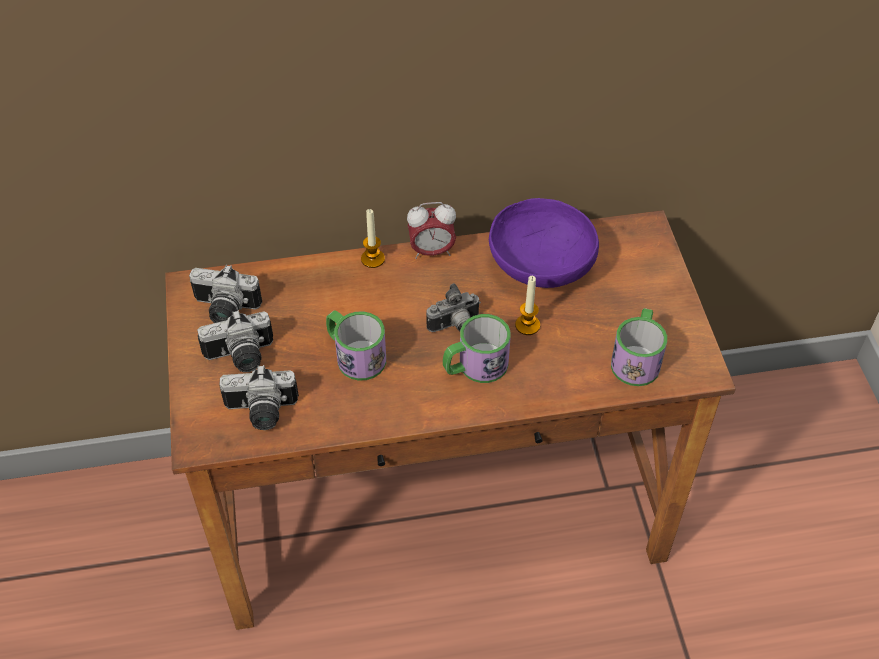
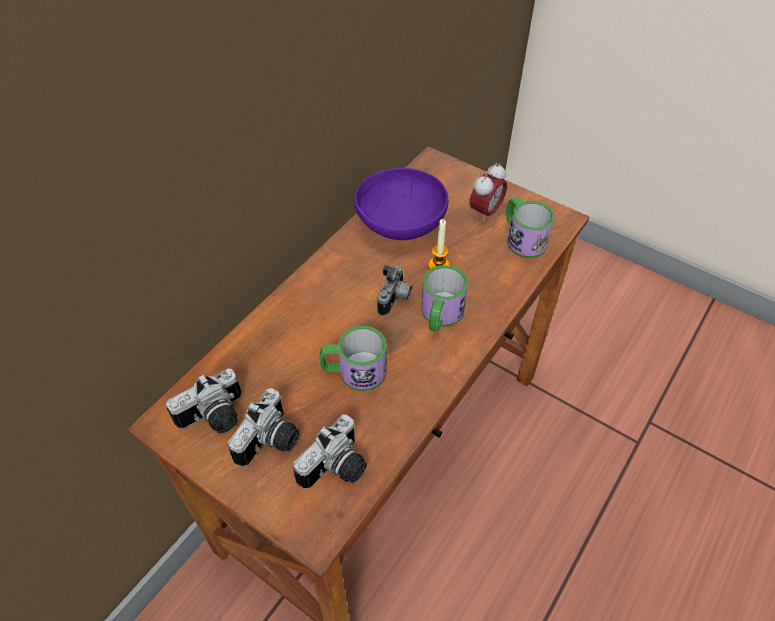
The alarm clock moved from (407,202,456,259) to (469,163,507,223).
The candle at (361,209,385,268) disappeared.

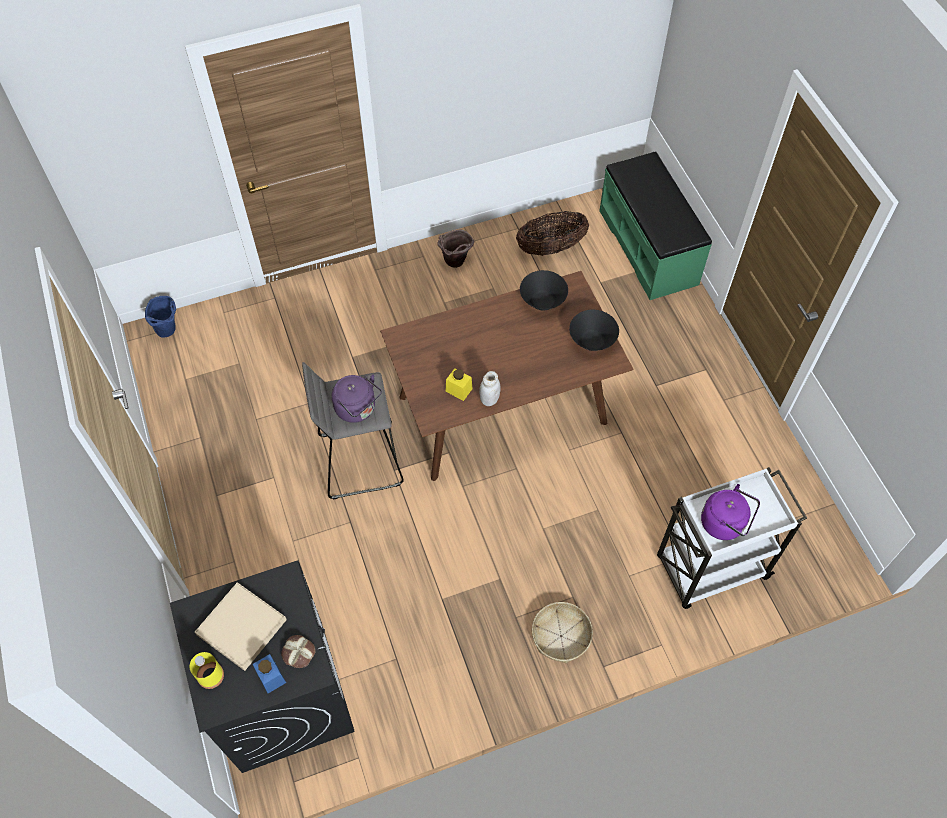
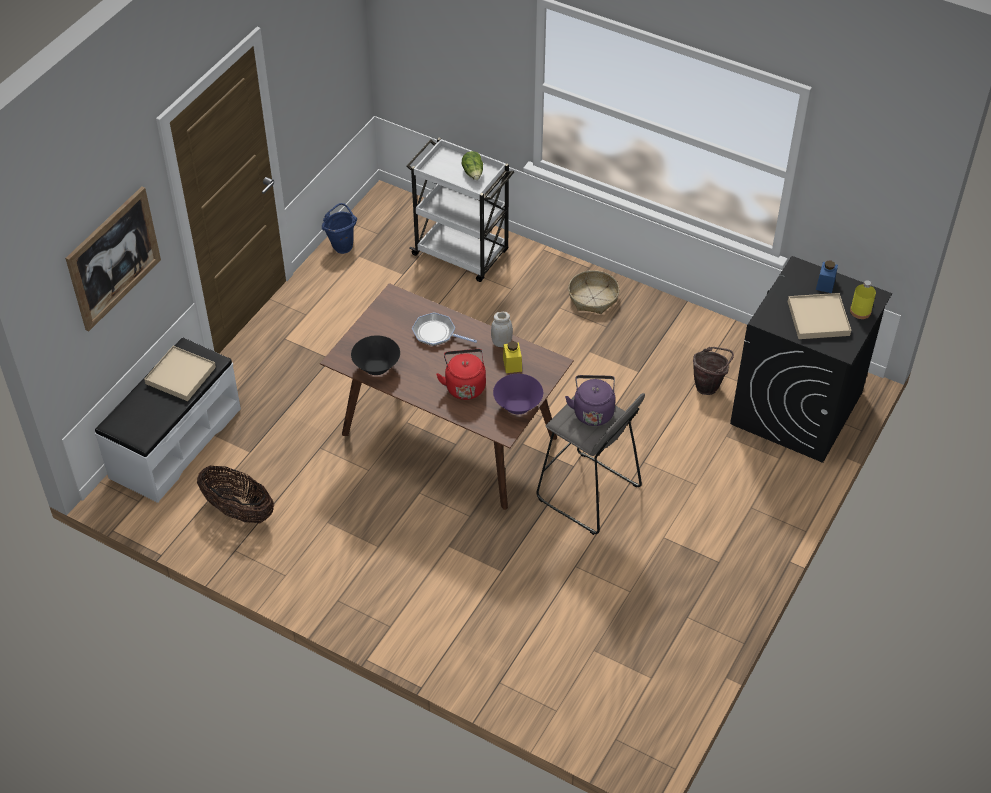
The bench (green) at (599,151,712,300) became the bench (white) at (95,338,241,503).
The bucket (brown) moved from (437,230,474,268) to (693,347,734,395).
The bucket (blue) moved from (145,296,176,338) to (322,203,357,254).
The bowl (black) at (569,310,619,351) disappeared.
The kettle (purple) at (701,484,760,540) was replaced by the lettuce at (462,151,483,180).
The bread at (281,635,316,668) disappeared.
The picture at (65,186,161,331) appeared.
The frying pan at (412,312,477,346) appeared.
The tray (beige) at (144,346,216,401) appeared.
The kettle (red) at (436,349,486,400) appeared.
The bowl (purple) at (493,374,543,414) appeared.

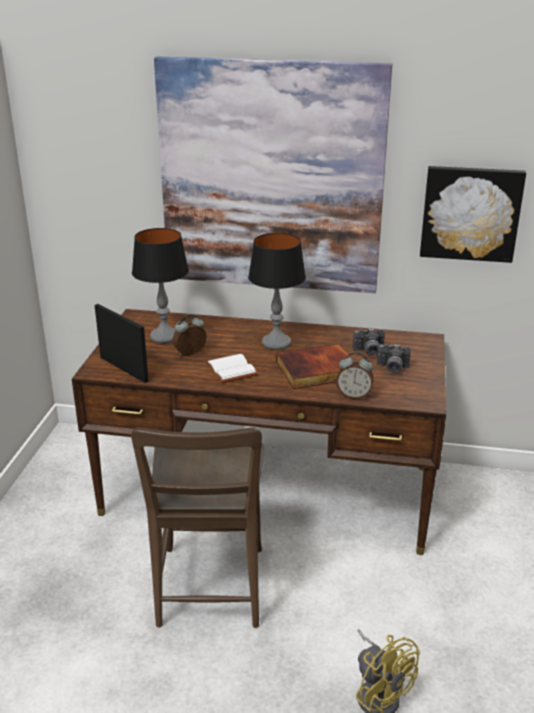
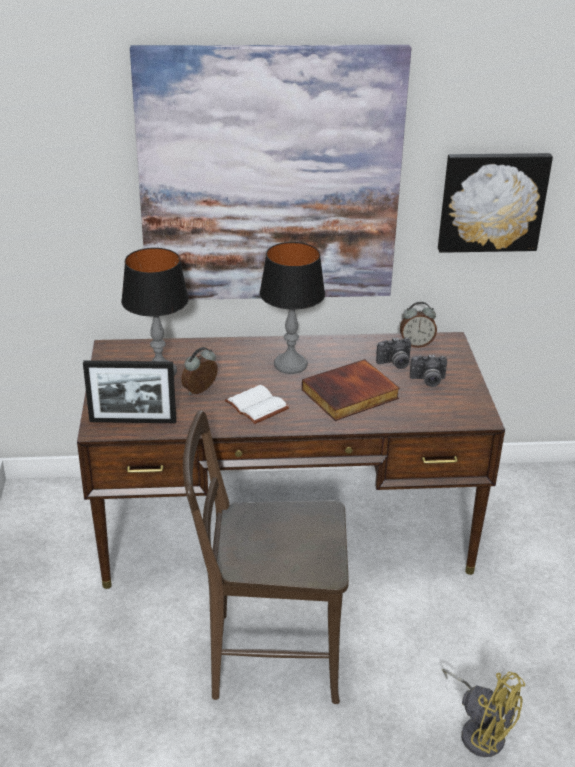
The picture frame at (95,304,149,383) turned 150 degrees clockwise.
The alarm clock moved from (336,352,374,399) to (400,302,437,348).
The chair (brown) at (131,427,264,628) turned 105 degrees clockwise.

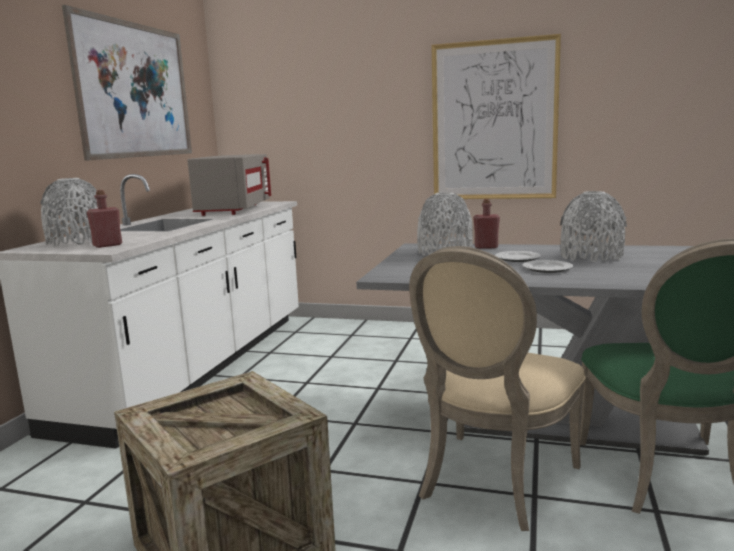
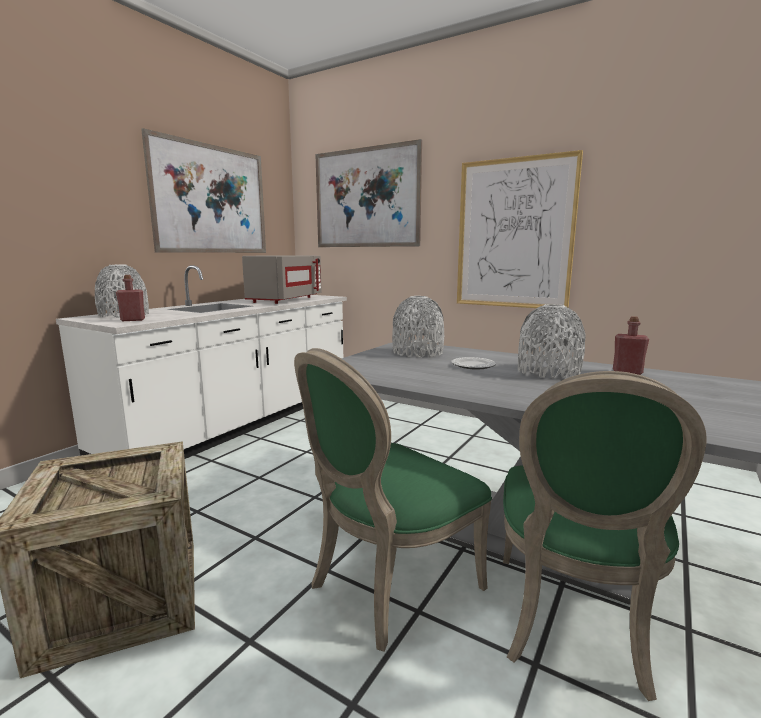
The bottle (red) moved from (473,199,500,249) to (613,316,649,375).
The chair (beige) at (409,246,586,531) became the chair (green) at (294,348,492,652).
The plate at (523,260,573,273) disappeared.
The picture at (315,139,422,247) appeared.

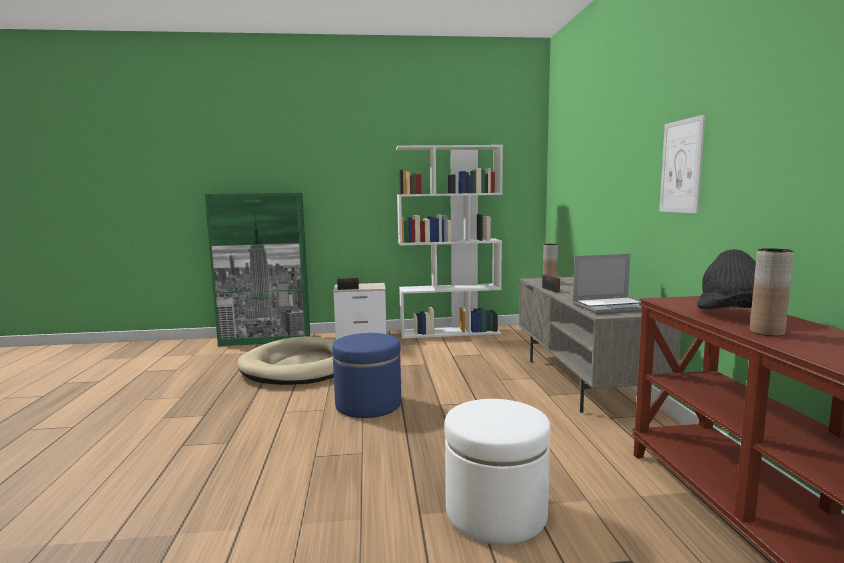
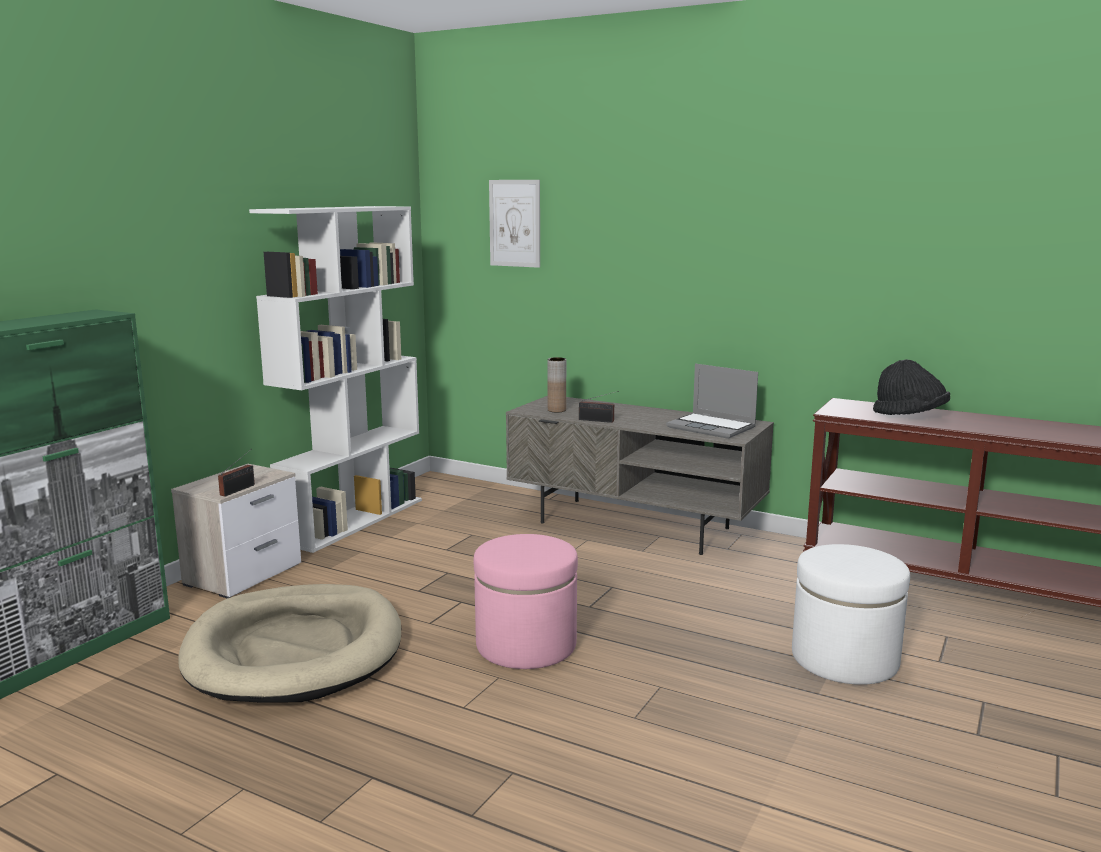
The picture moved from (659,115,705,213) to (489,180,540,268).
The vase (brown) at (750,248,794,336) disappeared.
The laptop at (573,254,642,314) turned 105 degrees clockwise.
The ottoman (blue) at (332,333,401,418) became the ottoman (pink) at (474,534,578,669).

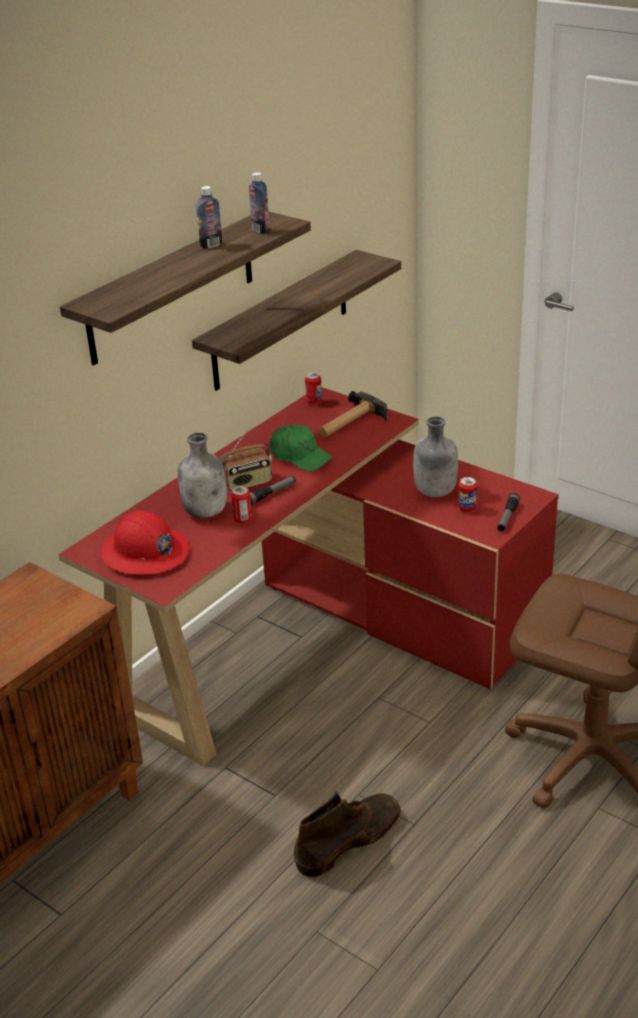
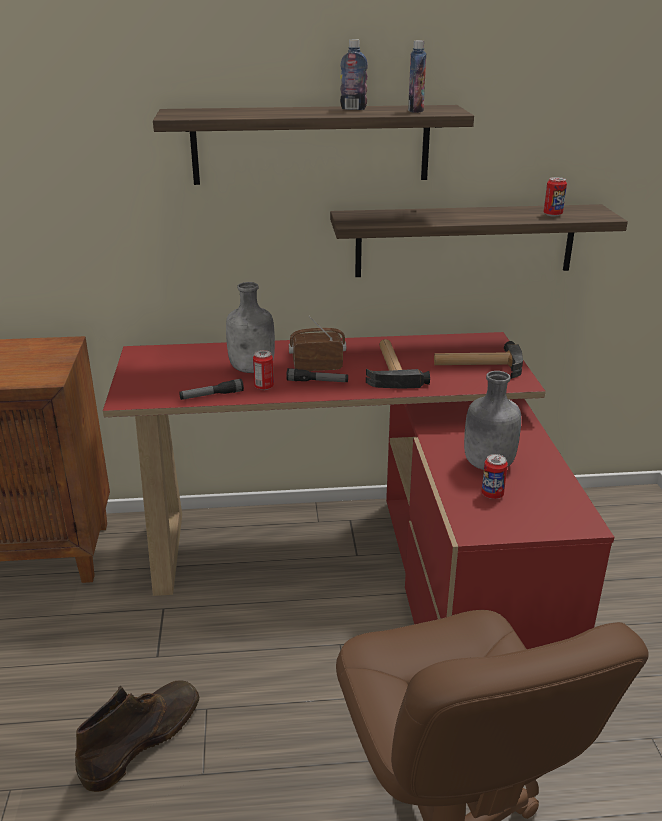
The can moved from (305,372,322,405) to (544,177,567,217).
The cap (green) at (269,424,333,472) was replaced by the hammer at (366,339,430,389).
The radio at (219,429,272,491) turned 150 degrees clockwise.
The flashlight moved from (497,493,520,532) to (179,379,244,400).
The hard hat (red) at (101,511,189,575) disappeared.
The boot (brown) at (294,791,401,877) turned 60 degrees counterclockwise.

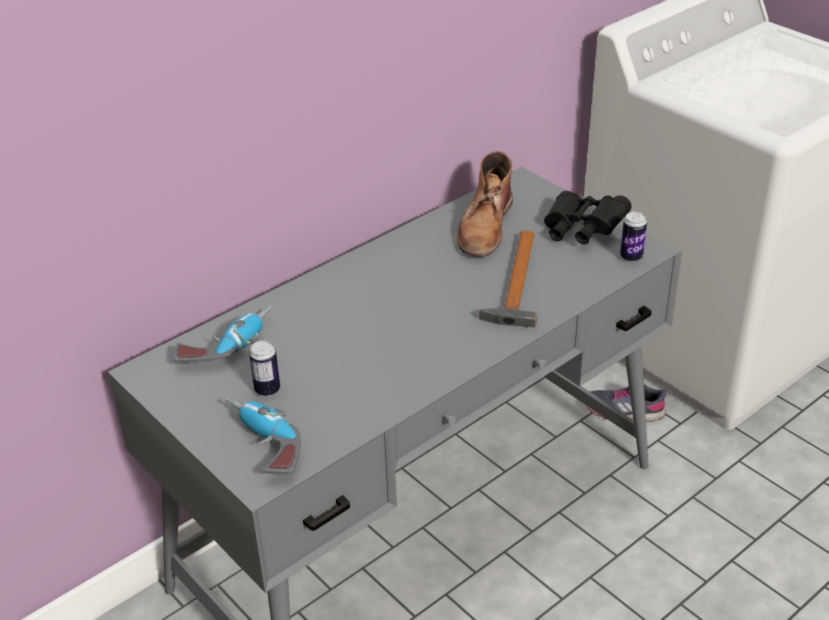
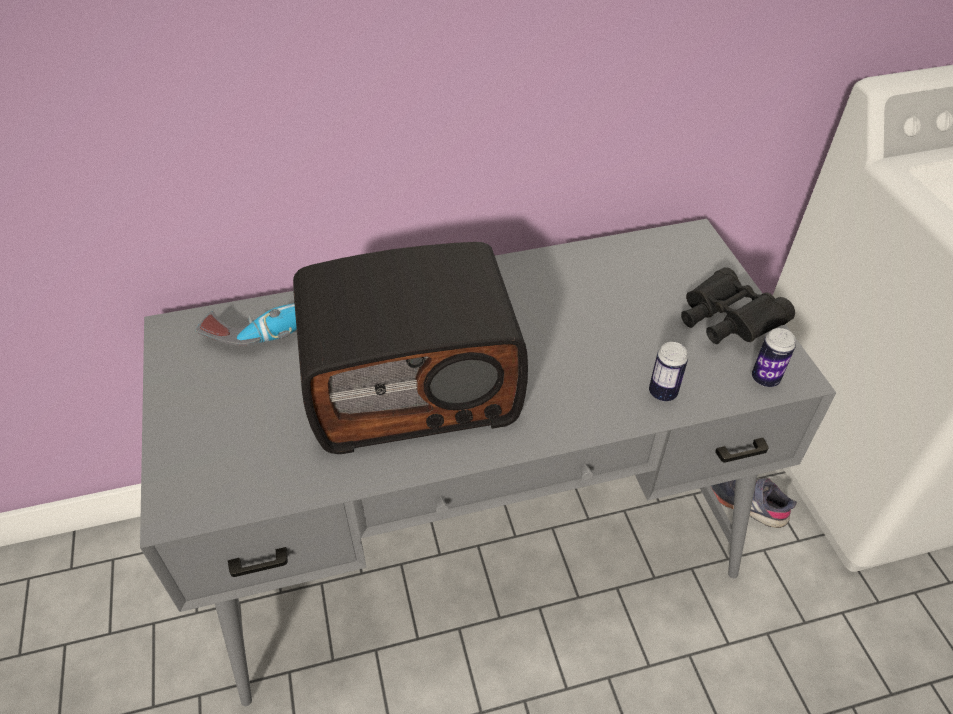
The boot (brown) at (457,151,513,257) disappeared.
The hammer at (479,230,537,327) disappeared.
The can moved from (249,341,280,396) to (649,342,688,401).
The power drill at (226,397,301,474) disappeared.
The radio at (293,242,528,454) appeared.

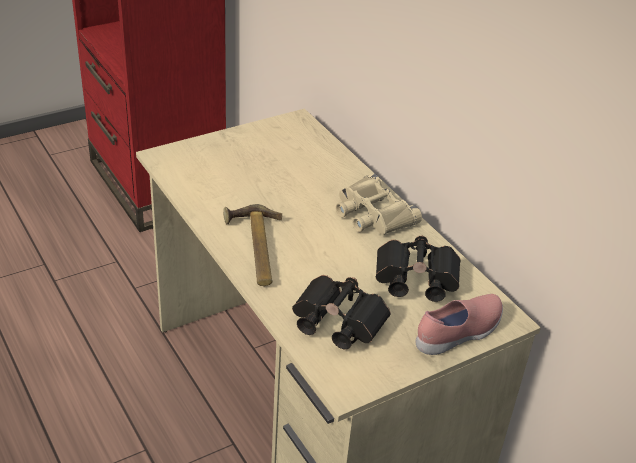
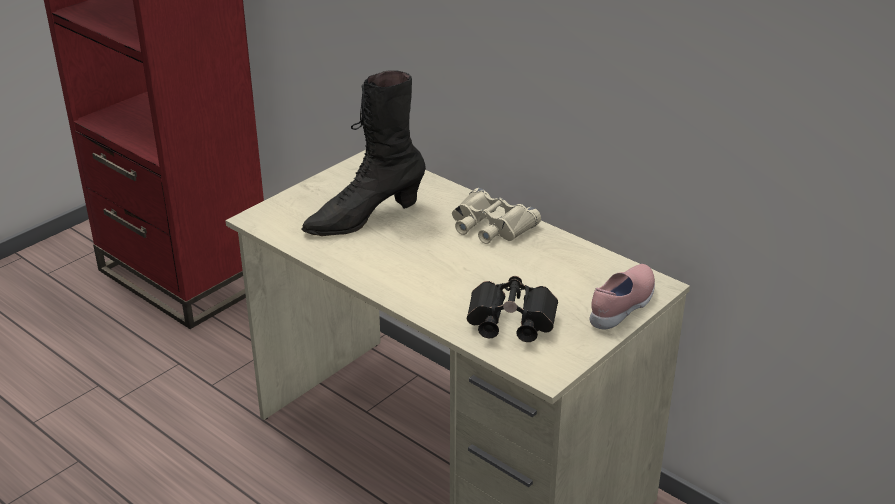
The hammer at (223,204,282,286) disappeared.
The binoculars (black) at (376,236,460,302) disappeared.
The boot (black) at (301,70,426,236) appeared.

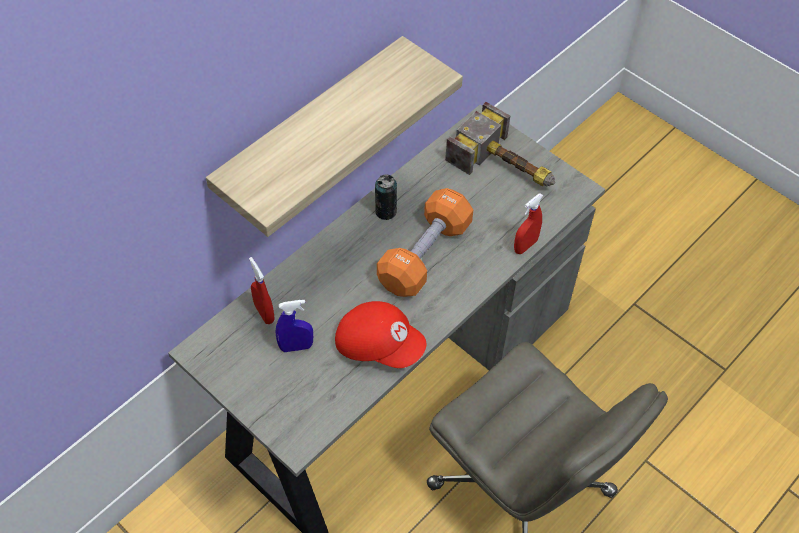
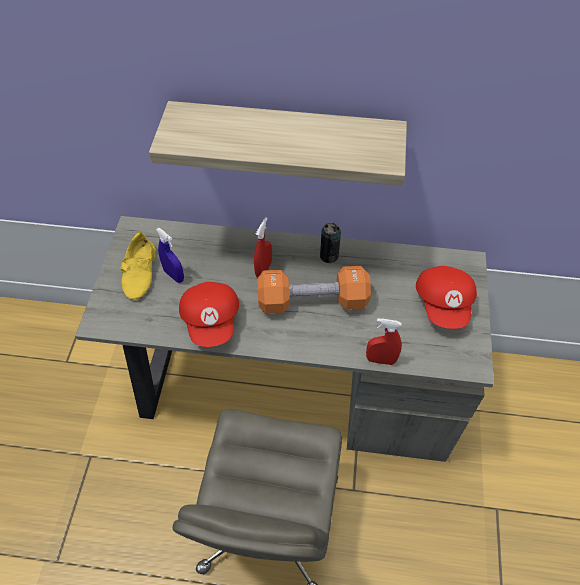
The hammer at (445,102,555,187) was replaced by the cap (red) at (416,266,477,329).
The spray bottle (red) moved from (249,257,275,324) to (254,217,272,278).
The shoe (yellow) at (120,231,156,301) appeared.

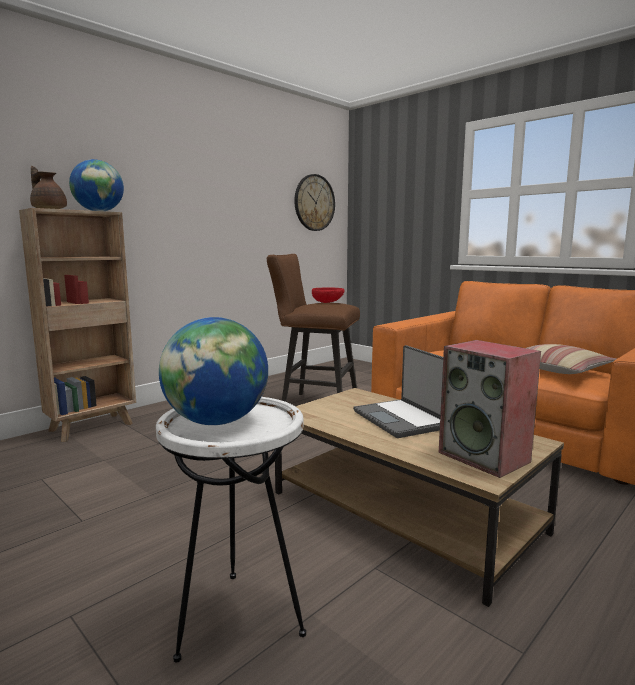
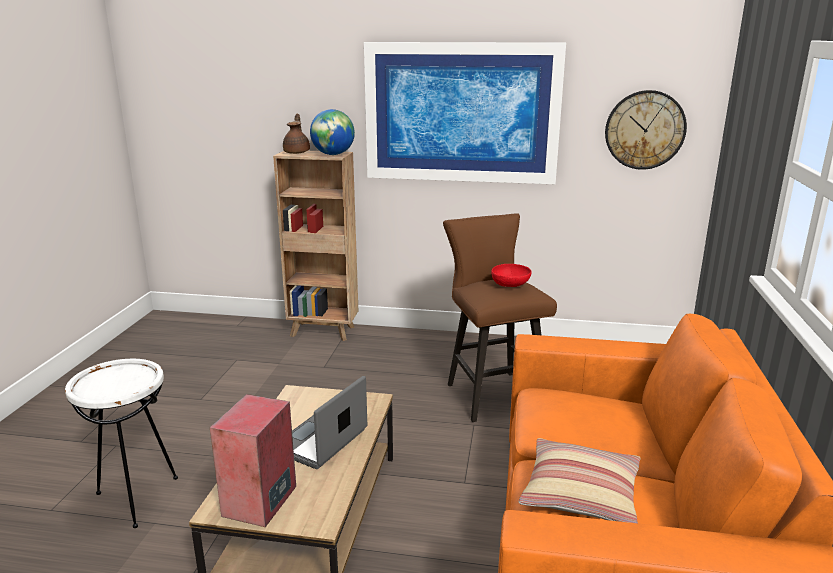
The globe at (159,317,268,425) disappeared.
The picture at (364,42,566,184) appeared.

